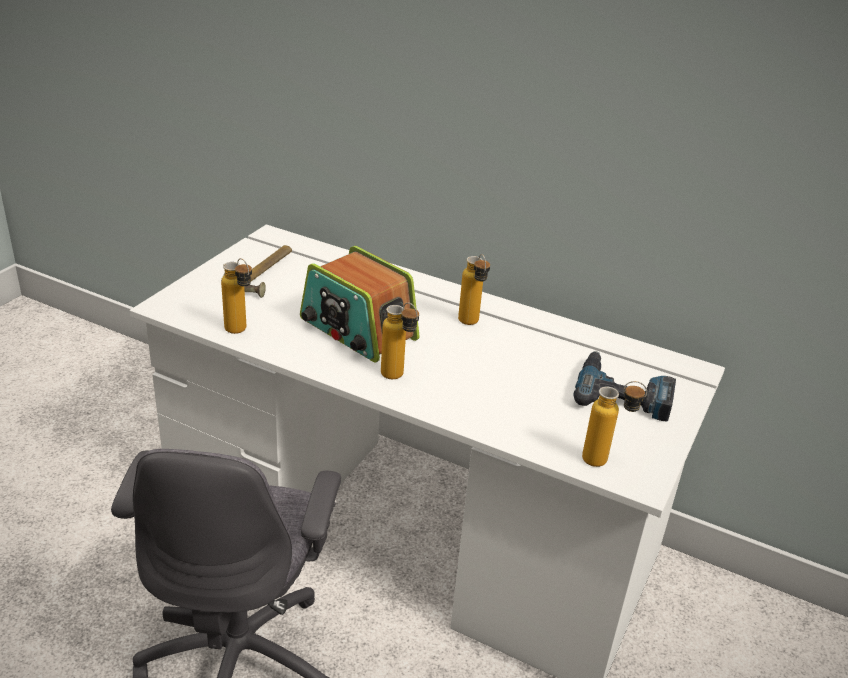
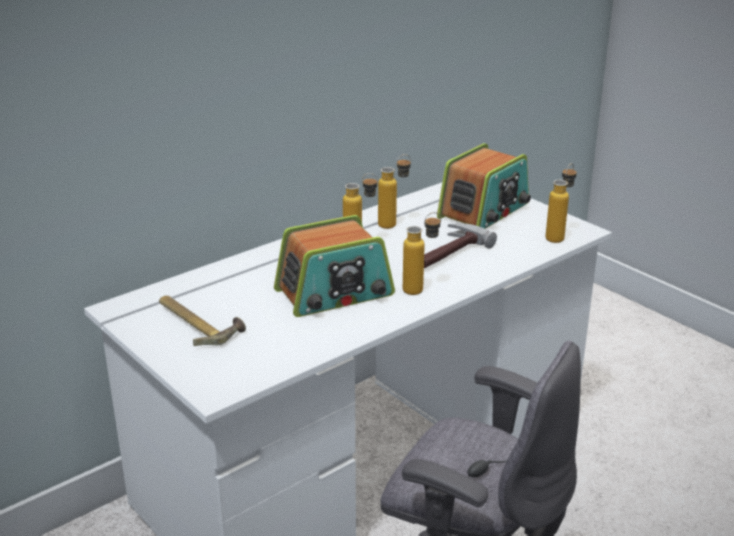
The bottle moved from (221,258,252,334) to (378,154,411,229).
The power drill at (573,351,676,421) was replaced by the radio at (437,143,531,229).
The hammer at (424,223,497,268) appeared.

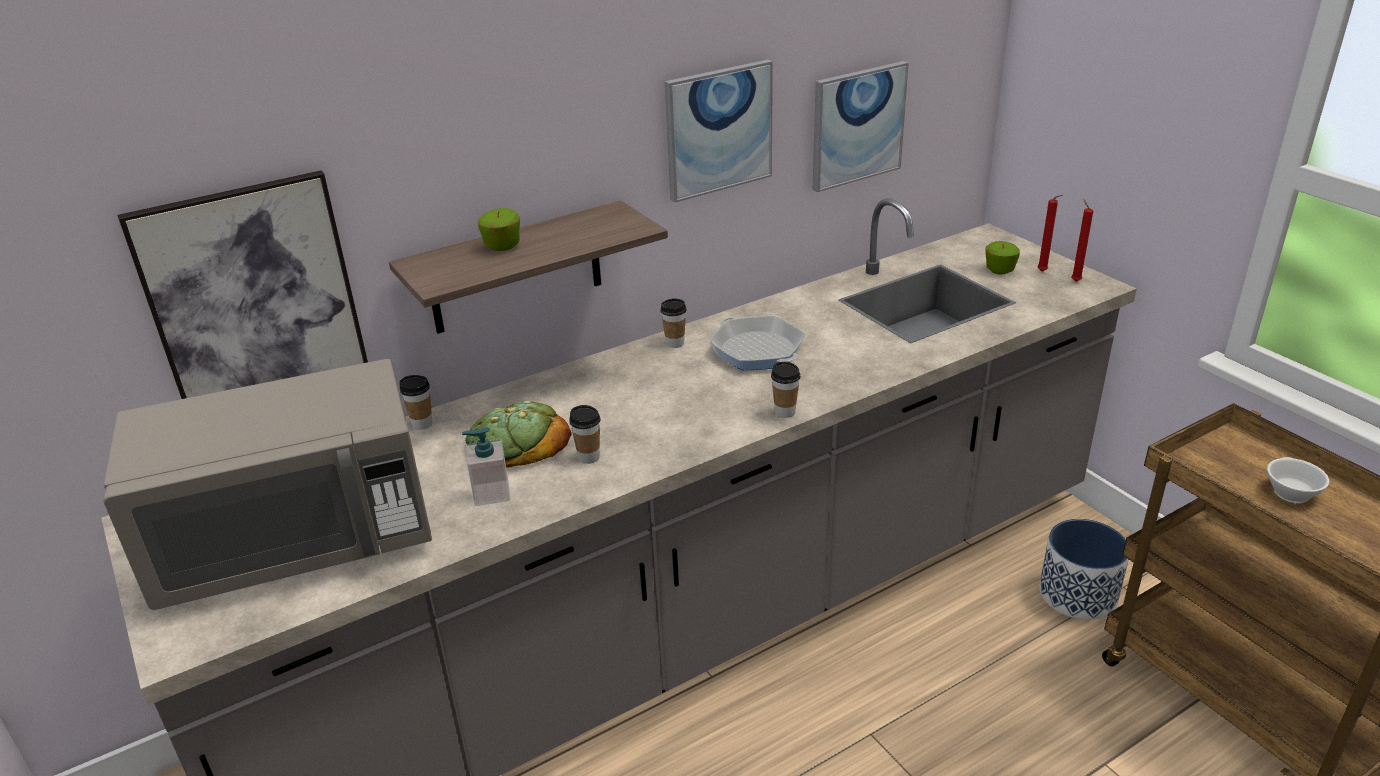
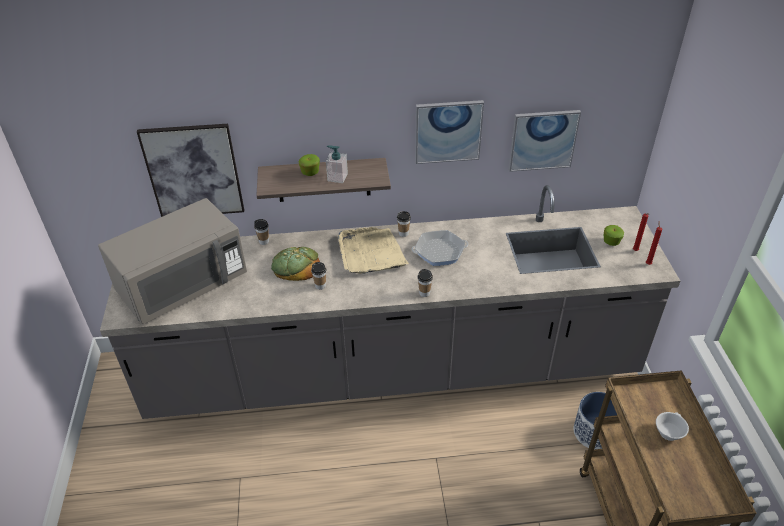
The frying pan at (710,316,805,370) turned 90 degrees clockwise.
The microwave (grey) at (103,359,432,610) turned 45 degrees counterclockwise.
The soap dispenser moved from (462,427,510,506) to (326,145,348,183).
The tray (beige) at (338,227,409,274) appeared.

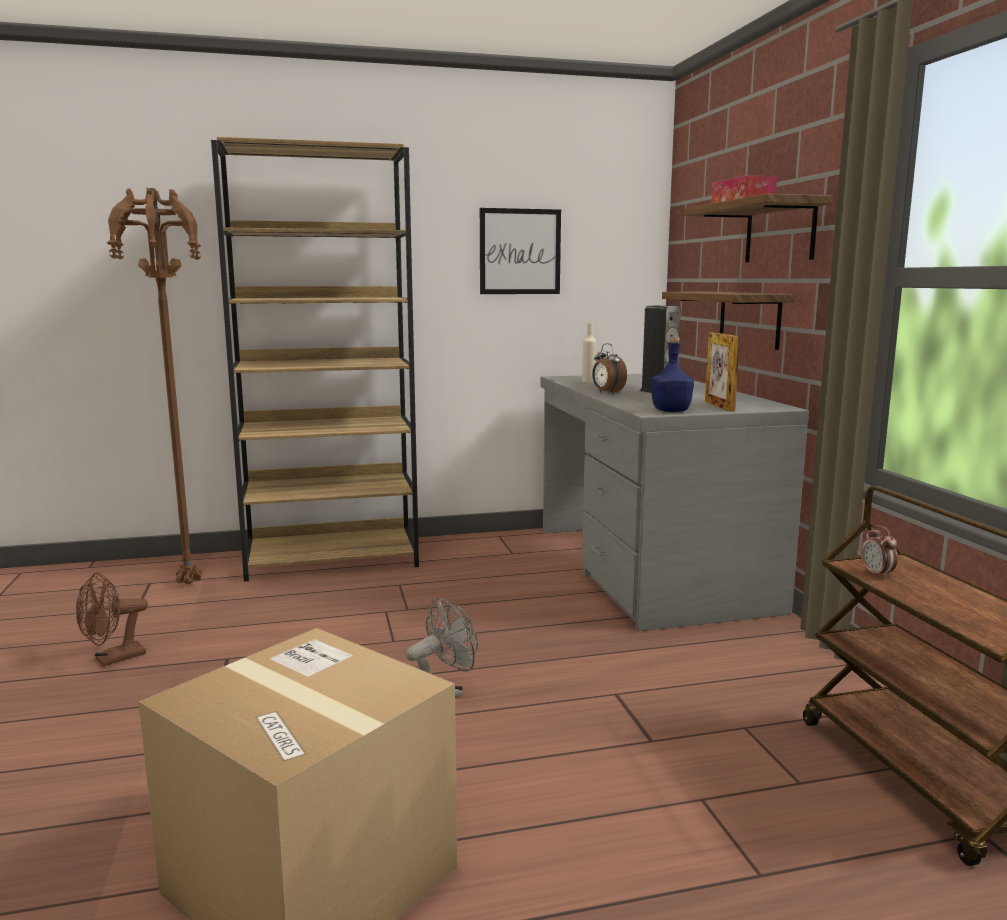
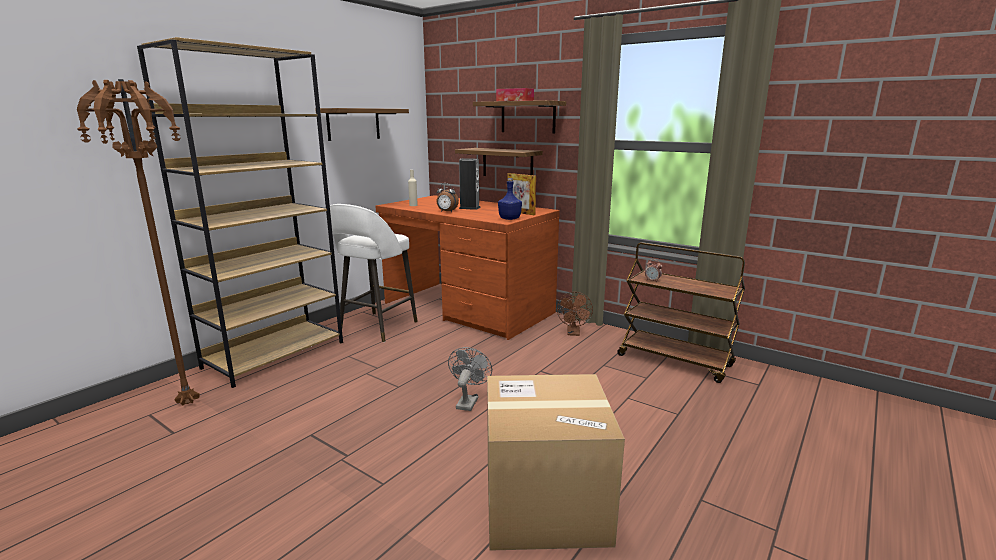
The picture at (480,208,561,294) was replaced by the shelf at (315,108,409,141).
The desk (grey) at (540,374,809,631) became the desk (brown) at (376,195,560,340).
The fan (brown) moved from (76,573,148,666) to (557,292,593,336).
The stool (white) at (330,204,418,342) appeared.

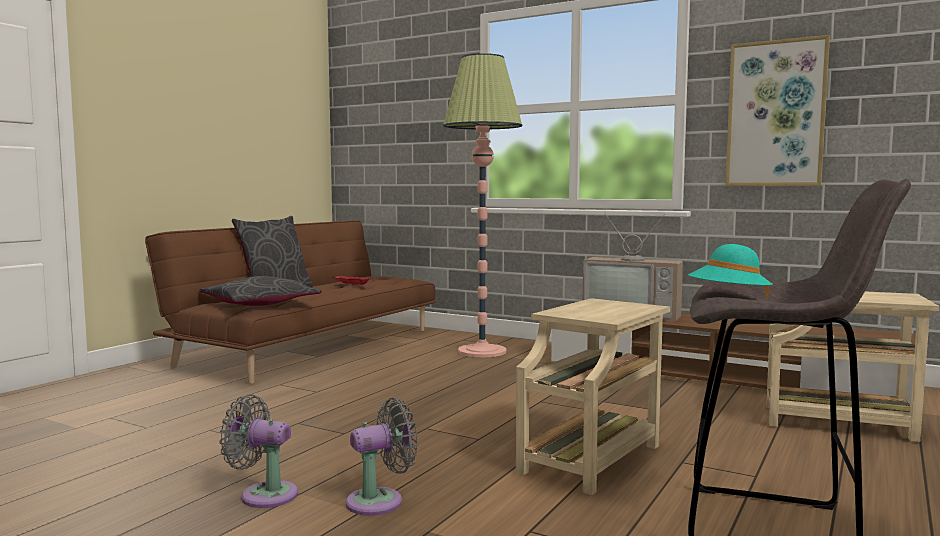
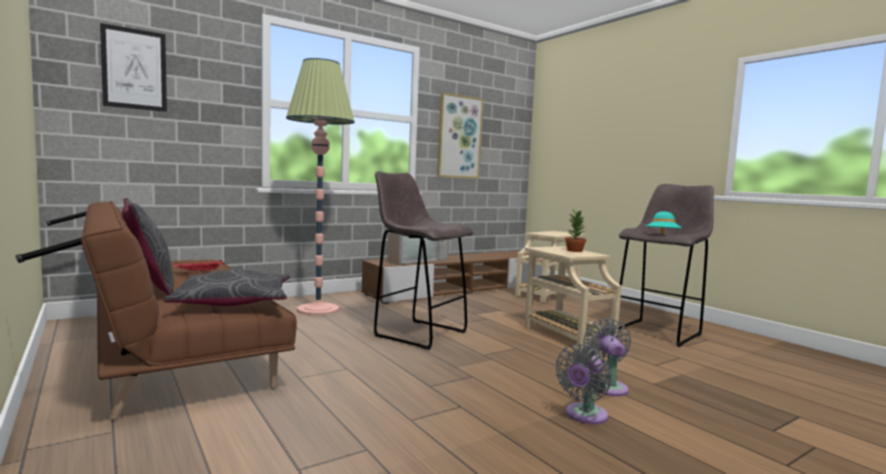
The picture at (100,23,167,112) appeared.
The stool (grey) at (374,171,474,350) appeared.
The potted plant at (565,209,586,252) appeared.

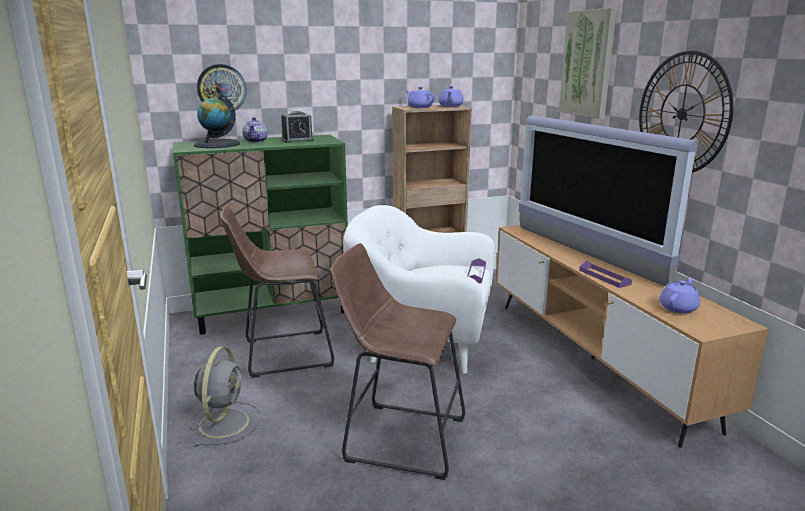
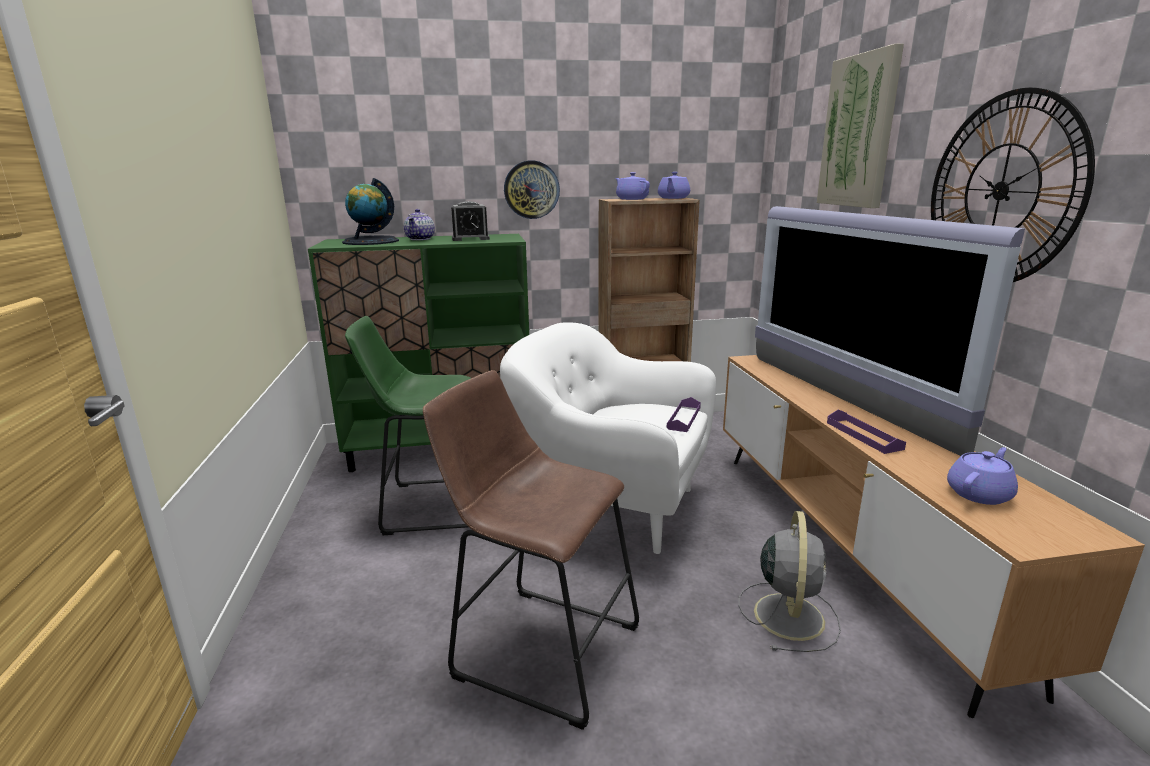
The wall clock moved from (197,64,247,111) to (504,160,560,219).
The stool (brown) at (220,206,334,378) became the stool (green) at (345,316,471,535).
The fan (grey) moved from (189,346,260,446) to (739,511,841,652).

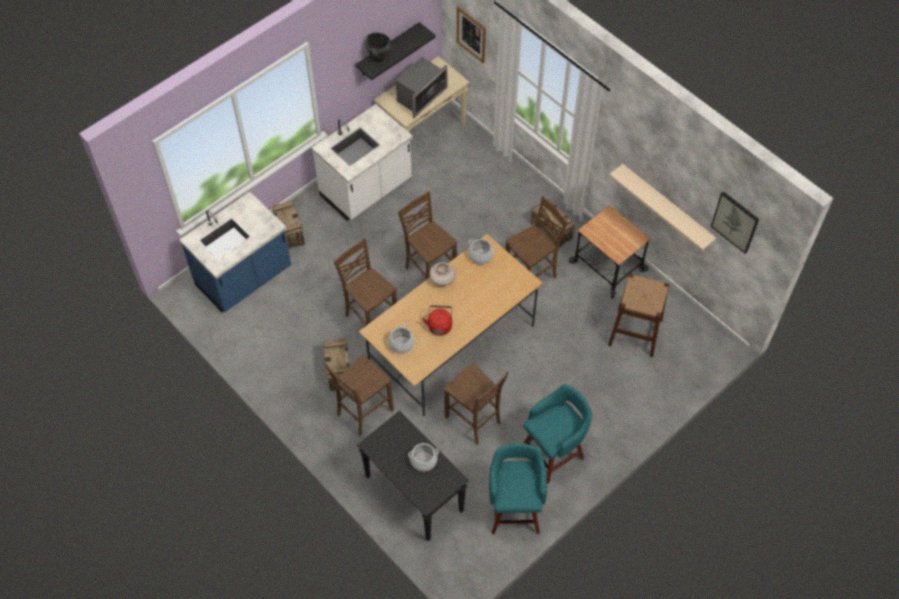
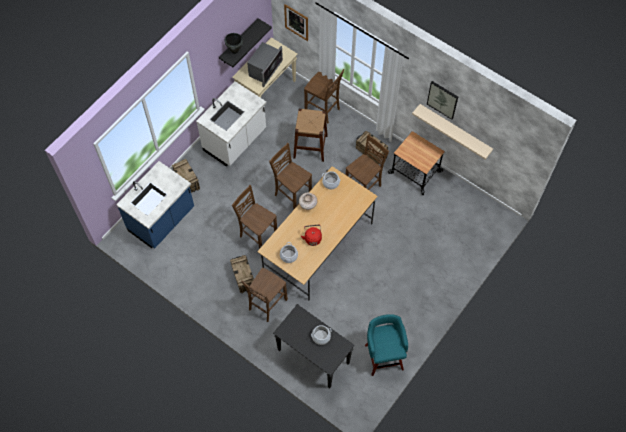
The picture moved from (711,191,759,253) to (427,81,458,120).
The stool (brown) moved from (608,274,669,357) to (293,109,328,162).
The chair (brown) moved from (444,363,509,444) to (304,69,344,124).
The stool (turquoise) at (523,384,592,484) disappeared.

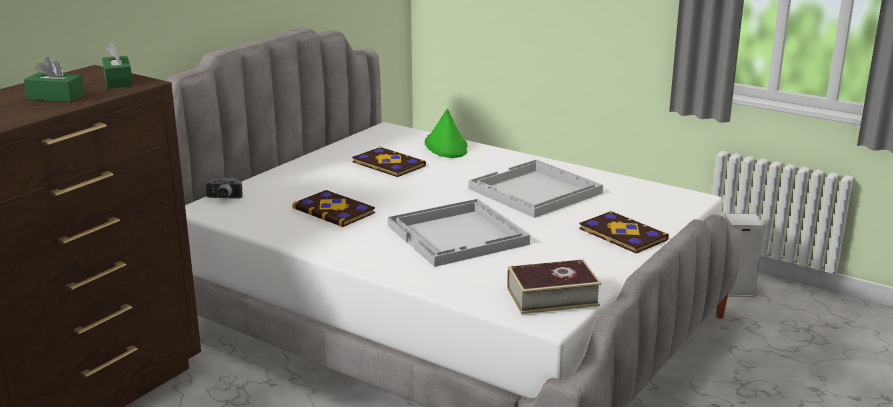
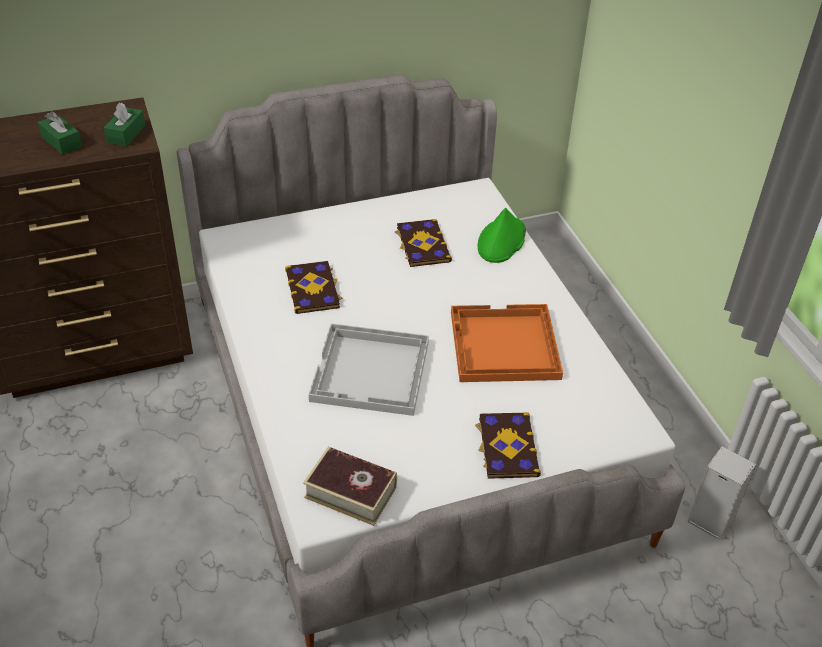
The tray (white) at (469,159,603,218) became the tray (orange) at (451,304,563,382).
The photo camera at (205,176,243,199) disappeared.

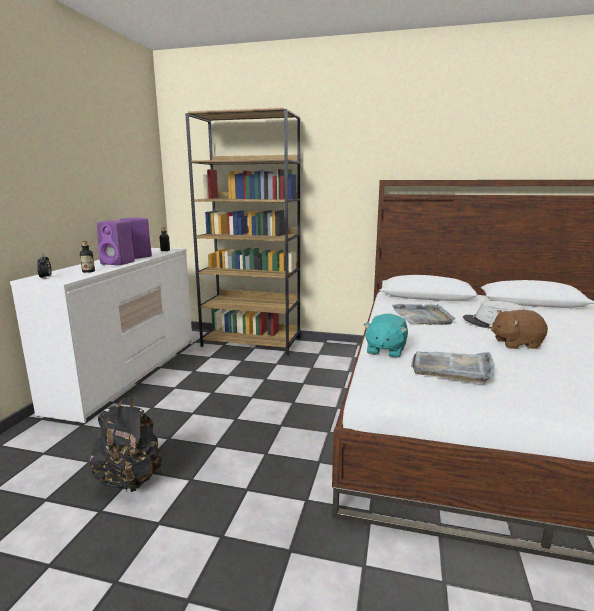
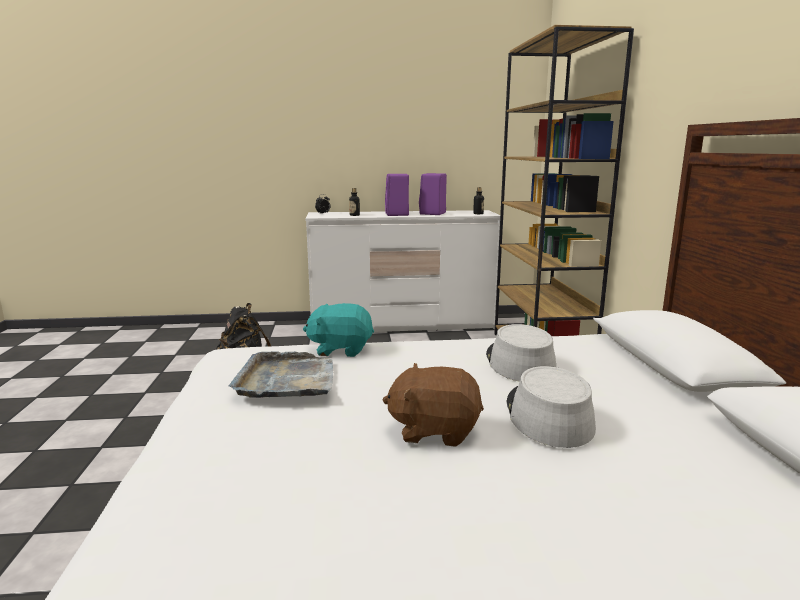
The tray (grey) at (392,304,455,325) was replaced by the hat (grey) at (486,324,556,382).
The plush toy (brown) at (491,310,548,349) turned 60 degrees counterclockwise.

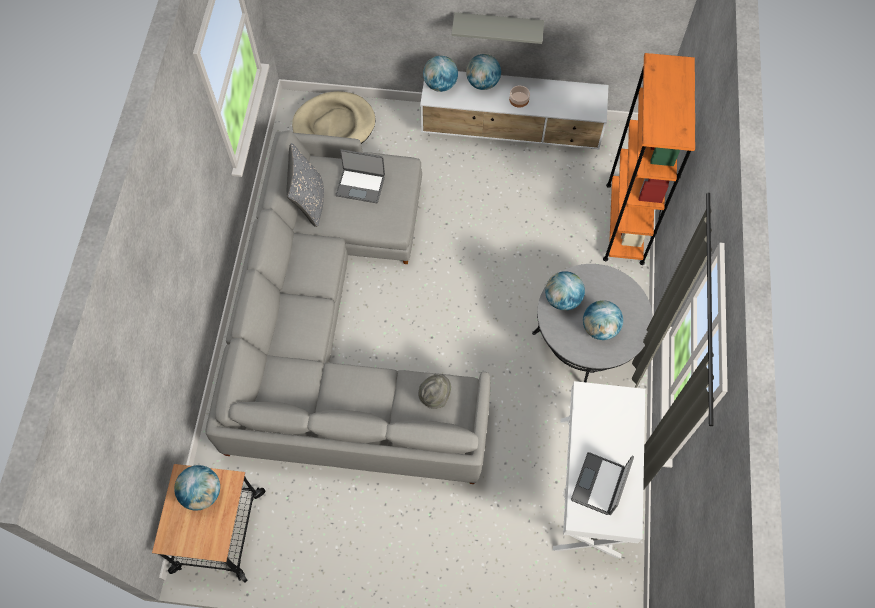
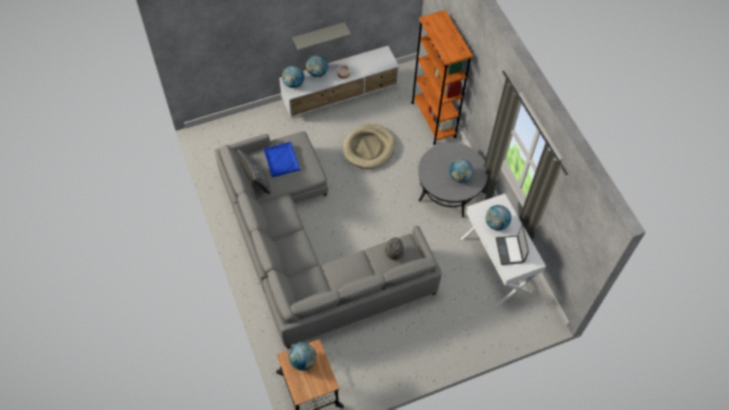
The dog bed (beige) moved from (292,91,376,144) to (343,124,395,169).
The laptop at (335,149,385,203) was replaced by the tray (blue) at (263,142,300,177).
The globe moved from (545,271,585,311) to (485,205,511,231).

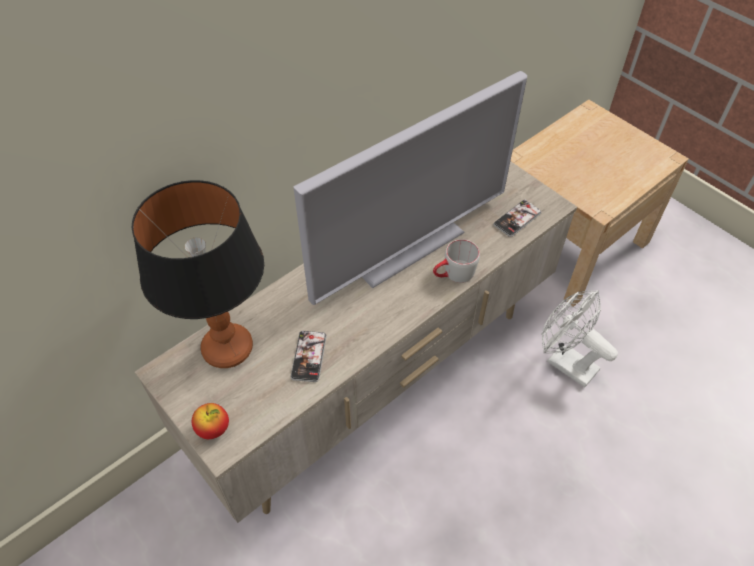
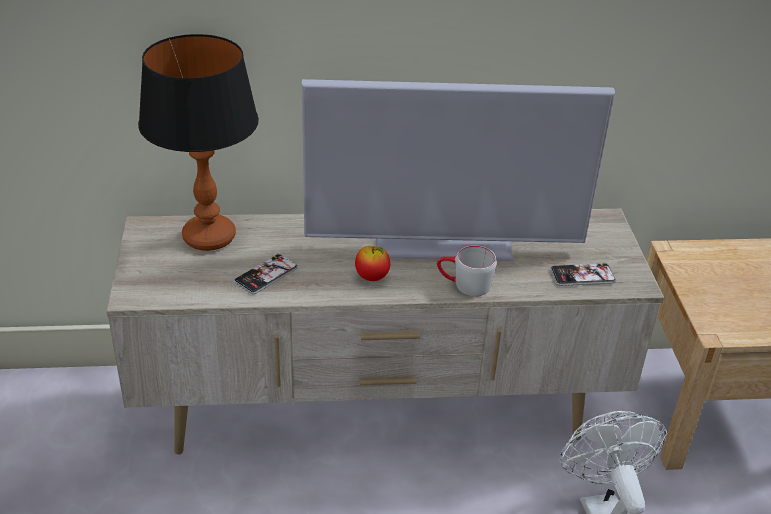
The apple moved from (192,403,229,439) to (355,246,390,281).

